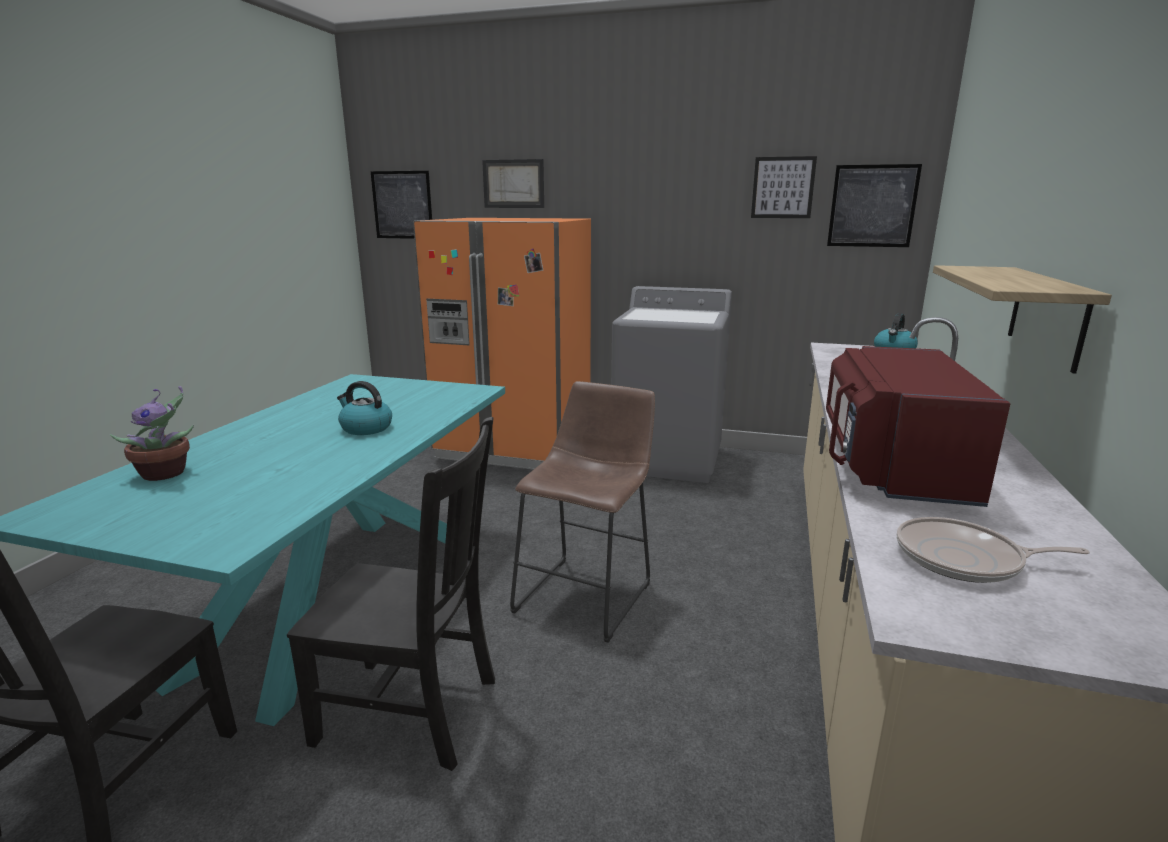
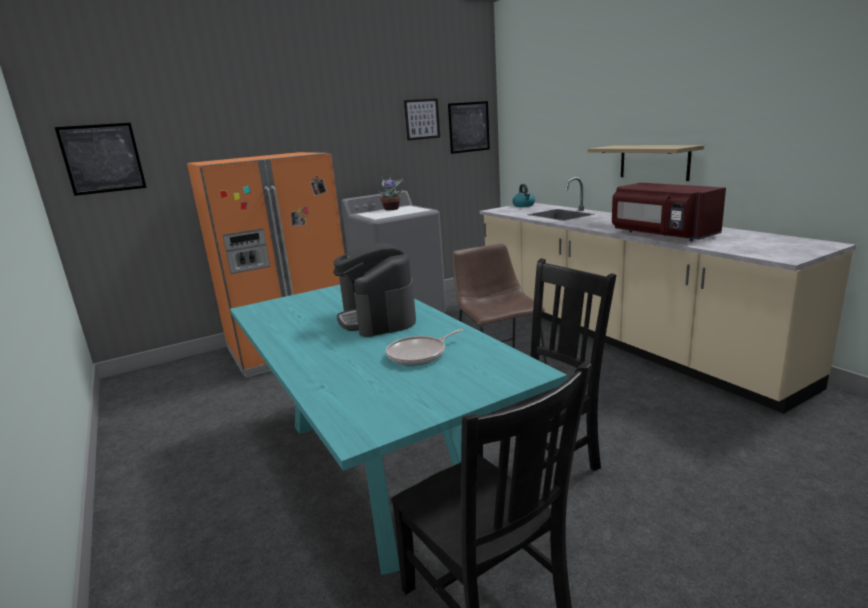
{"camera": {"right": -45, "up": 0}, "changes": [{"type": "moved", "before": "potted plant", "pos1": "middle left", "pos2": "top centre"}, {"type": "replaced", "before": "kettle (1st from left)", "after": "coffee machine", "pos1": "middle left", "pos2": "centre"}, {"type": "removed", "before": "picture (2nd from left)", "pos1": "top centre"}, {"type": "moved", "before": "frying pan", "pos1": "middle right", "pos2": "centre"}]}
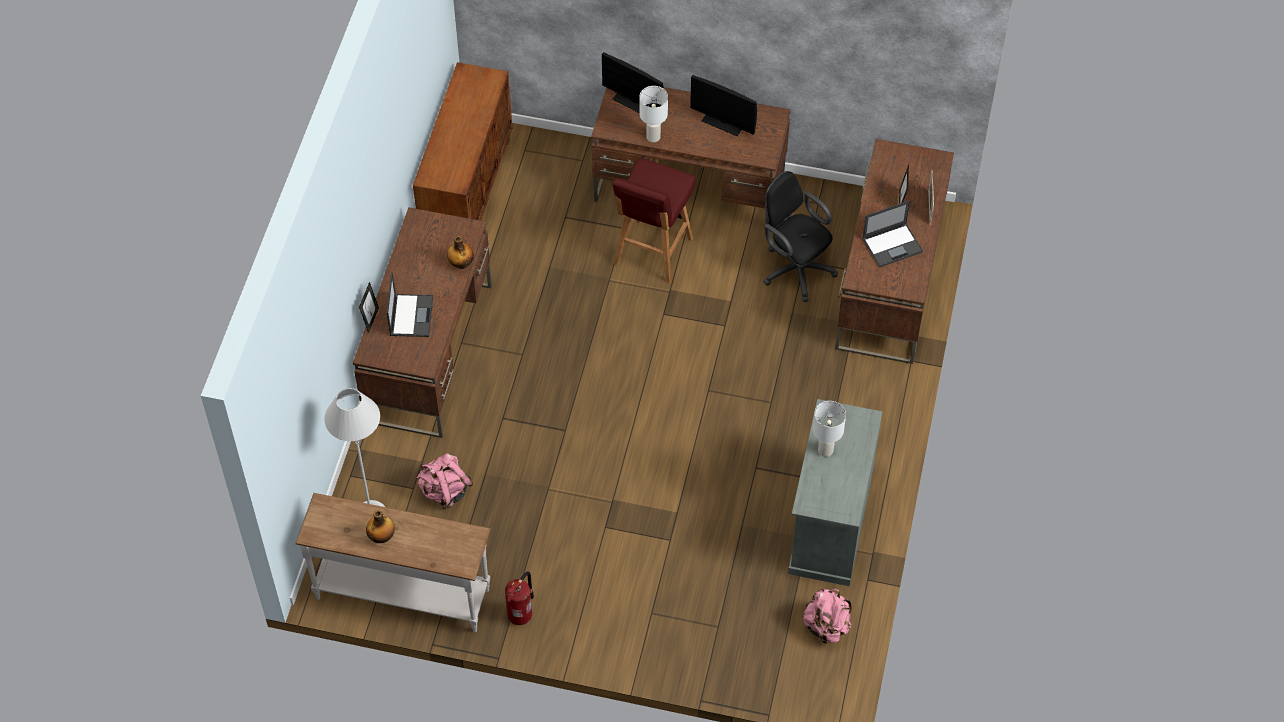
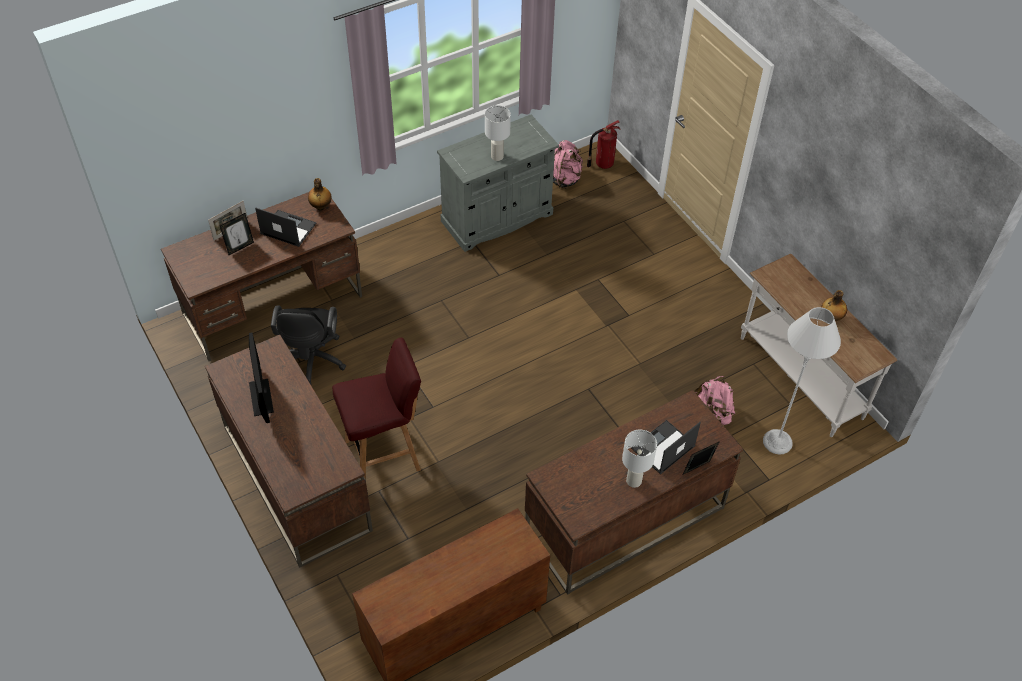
{"camera": {"right": -135, "up": -5}, "changes": [{"type": "moved", "before": "bottle (2nd from left in the first image)", "after": "bottle (1st from left)", "pos1": "centre", "pos2": "top left"}, {"type": "moved", "before": "fire extinguisher", "pos1": "bottom centre", "pos2": "top centre"}, {"type": "removed", "before": "monitor (1st from left)", "pos1": "top centre"}, {"type": "moved", "before": "table lamp (white) (1st from left in the first image)", "after": "table lamp (white) (2nd from left)", "pos1": "top centre", "pos2": "bottom centre"}]}
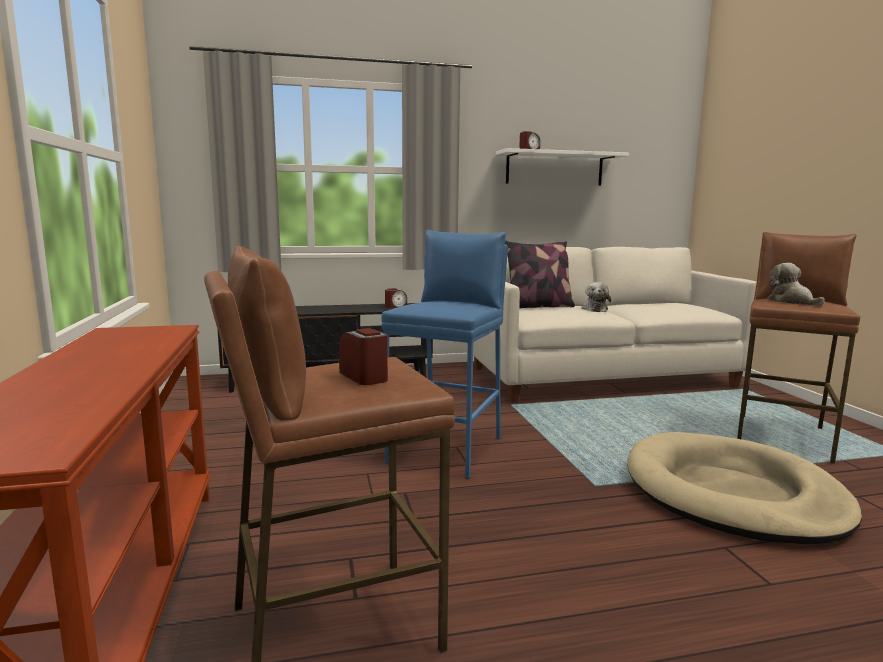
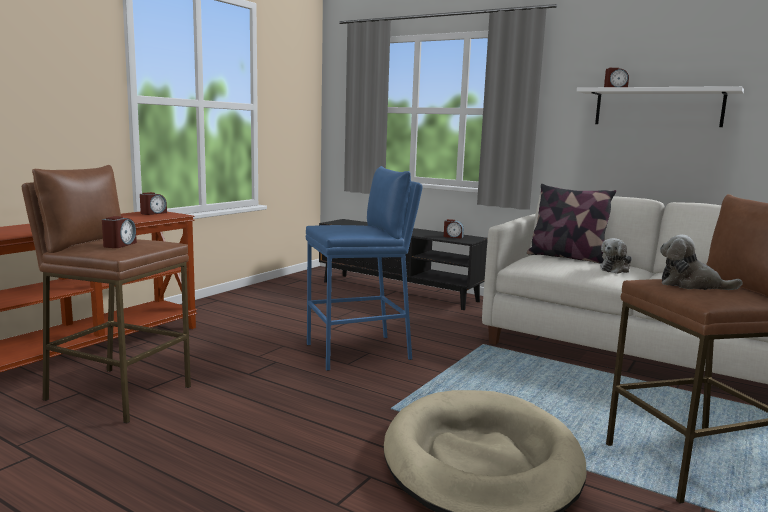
{"camera": {"right": 45, "up": 0}, "changes": [{"type": "turned", "before": "plush toy (2nd from left)", "pos1": "middle right", "pos2": "middle right", "turn": -90}, {"type": "added", "after": "alarm clock (2nd from left)", "pos2": "middle left"}]}
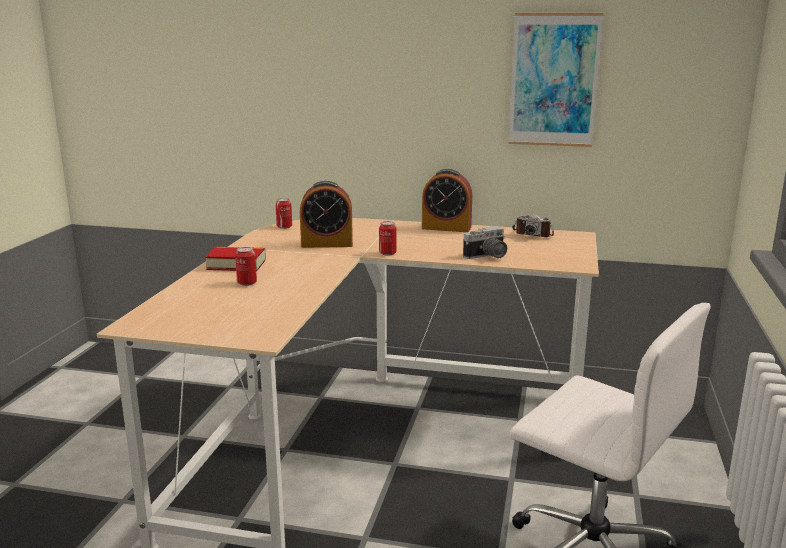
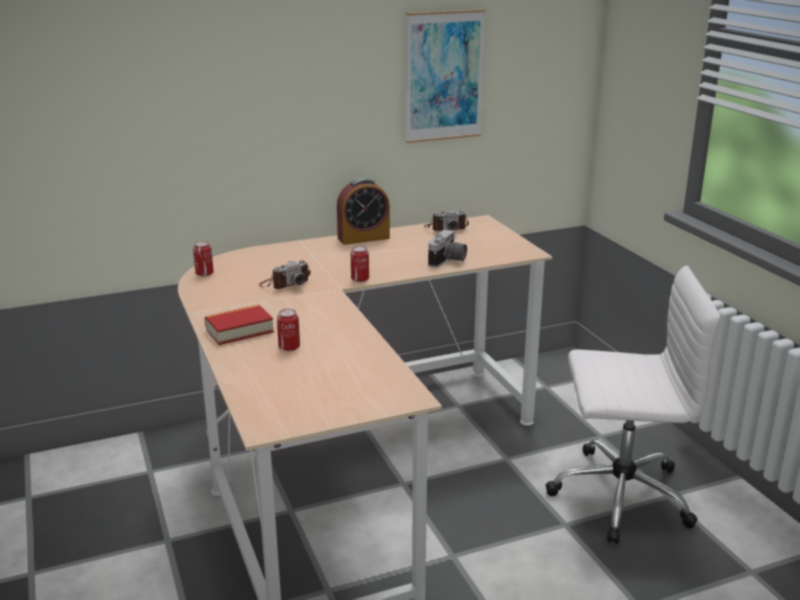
{"camera": {"right": -35, "up": 5}, "changes": [{"type": "replaced", "before": "alarm clock (1st from left)", "after": "photo camera (1st from left)", "pos1": "centre", "pos2": "centre"}]}
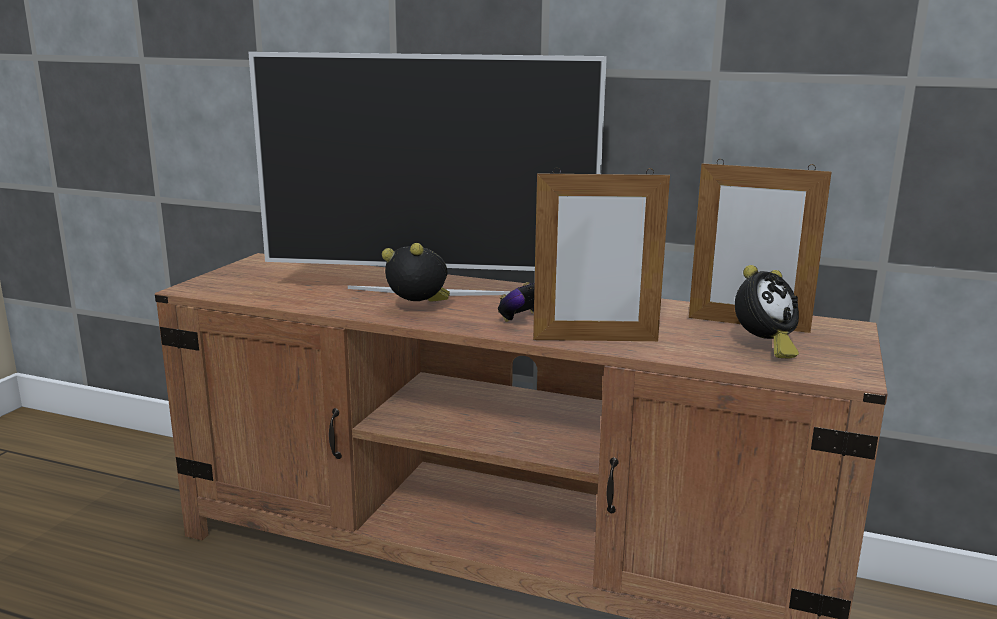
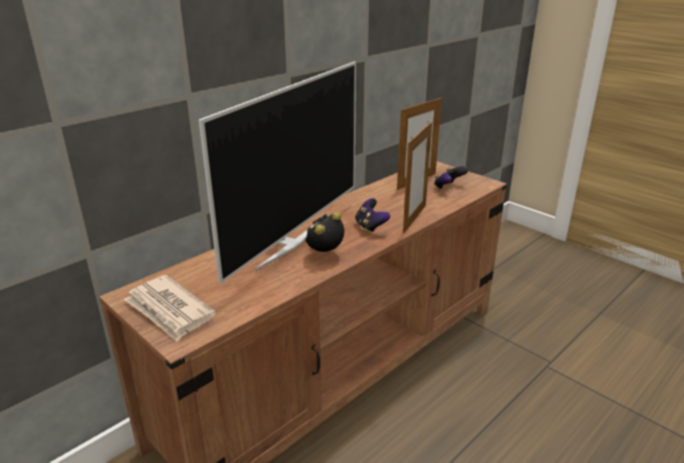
{"camera": {"right": -65, "up": 10}, "changes": [{"type": "replaced", "before": "alarm clock (2nd from left)", "after": "game controller (2nd from left)", "pos1": "middle right", "pos2": "centre"}, {"type": "added", "after": "newspaper", "pos2": "middle left"}]}
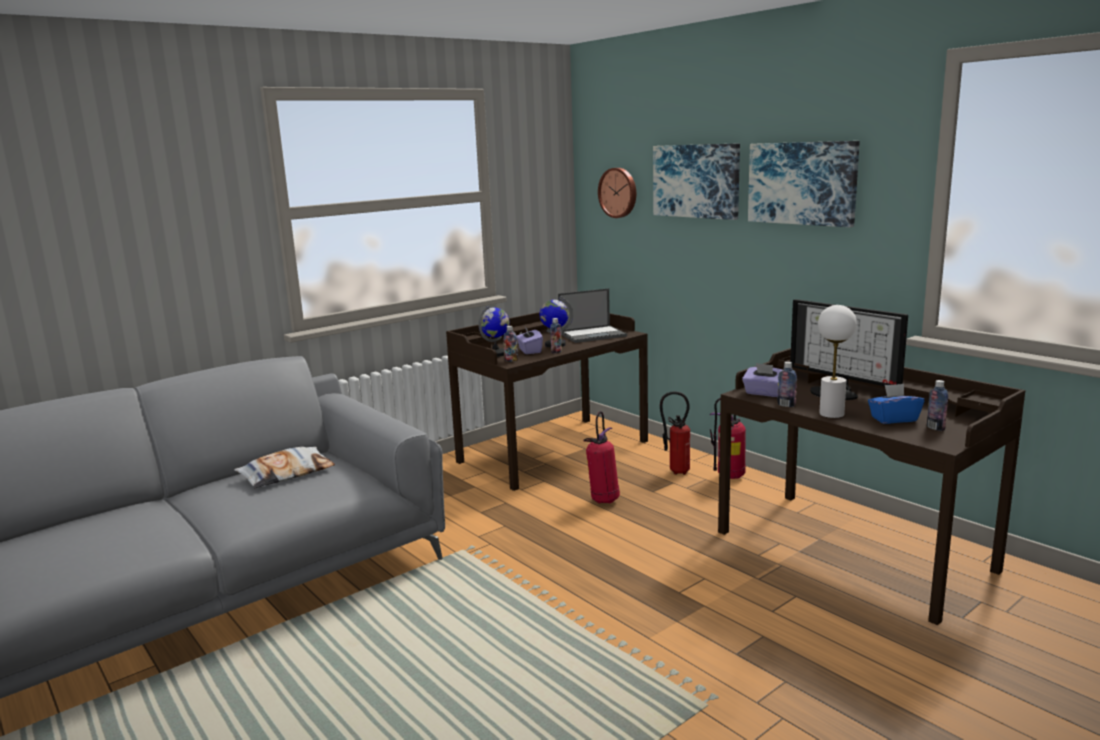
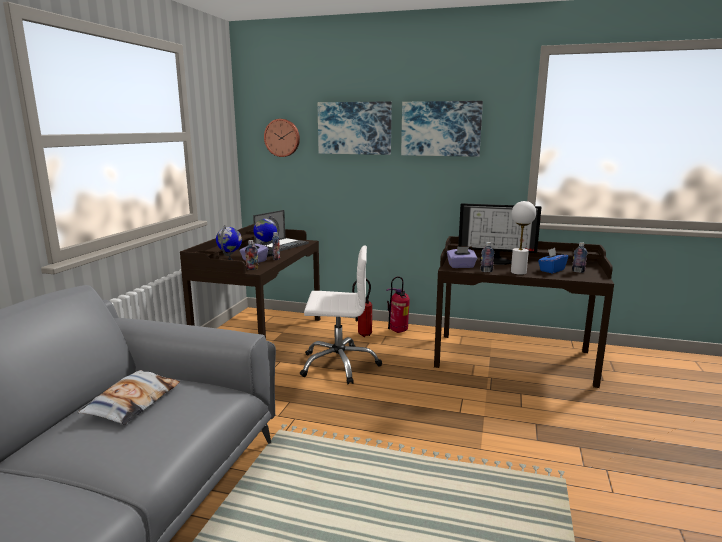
{"camera": {"right": -35, "up": 0}, "changes": [{"type": "replaced", "before": "fire extinguisher (1st from left)", "after": "office chair (white)", "pos1": "centre", "pos2": "centre"}]}
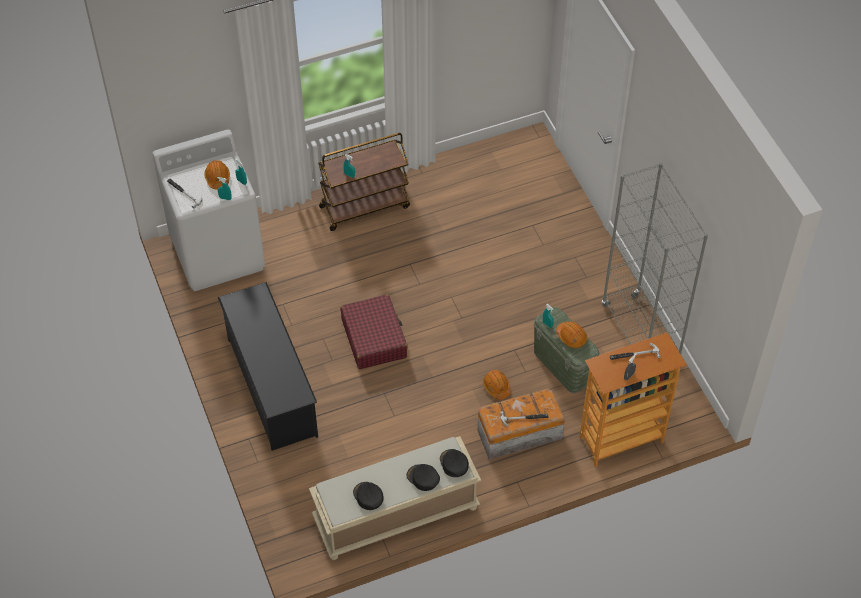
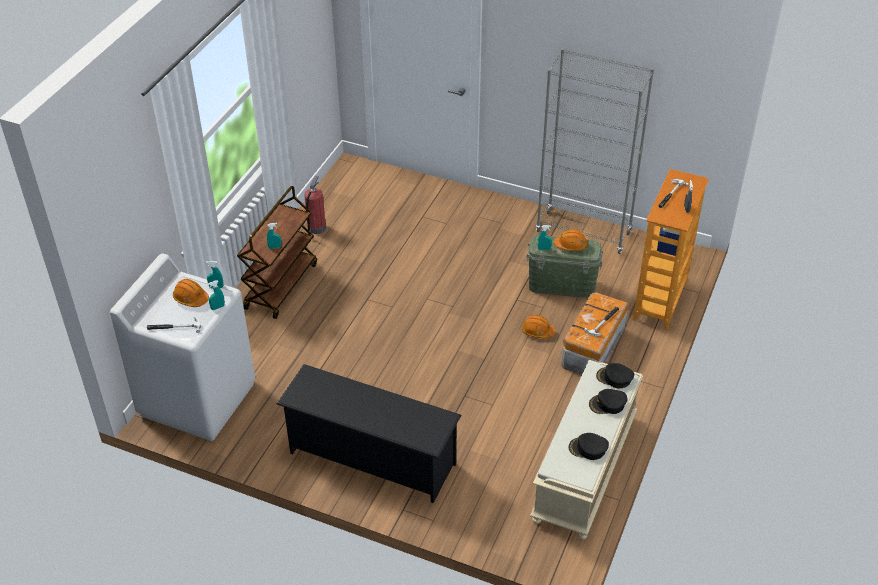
{"camera": {"right": -45, "up": -10}, "changes": [{"type": "removed", "before": "suitcase (red)", "pos1": "centre"}, {"type": "added", "after": "fire extinguisher", "pos2": "centre"}]}
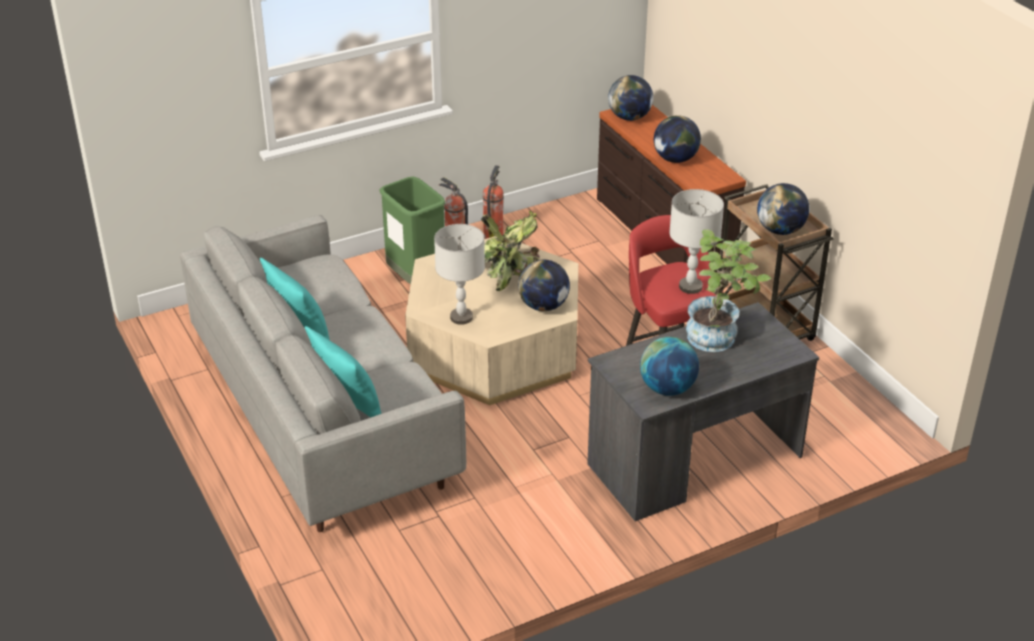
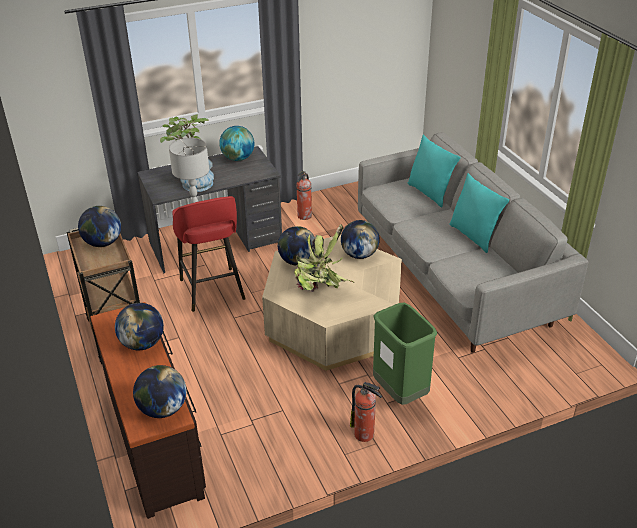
{"camera": {"right": -175, "up": 0}, "changes": [{"type": "replaced", "before": "table lamp (grey) (1st from left)", "after": "globe (6th from left)", "pos1": "centre", "pos2": "centre"}, {"type": "moved", "before": "fire extinguisher (2nd from left in the first image)", "after": "fire extinguisher (1st from left)", "pos1": "top centre", "pos2": "centre"}]}
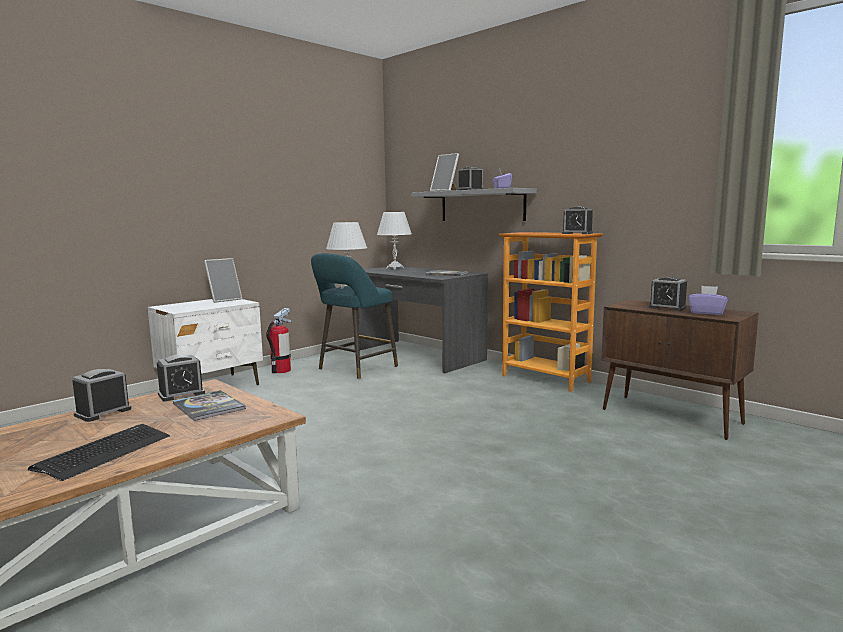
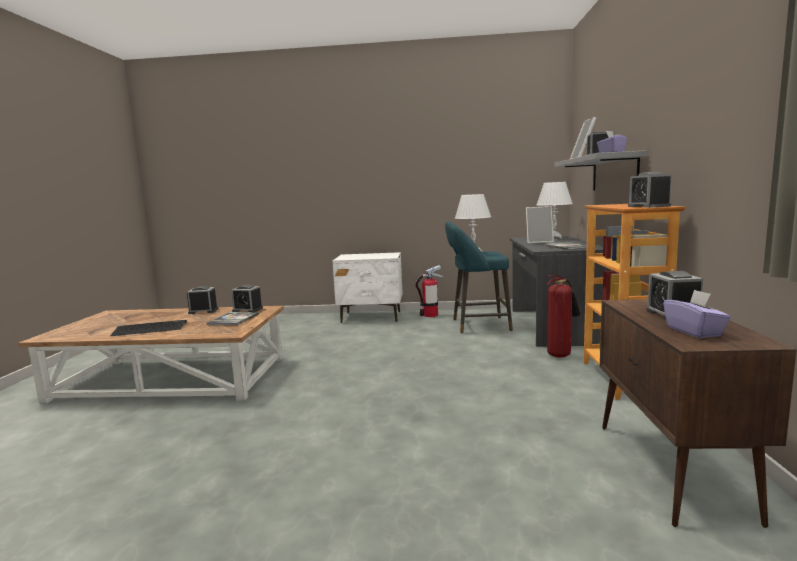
{"camera": {"right": 50, "up": 0}, "changes": [{"type": "moved", "before": "picture frame (1st from left)", "pos1": "middle left", "pos2": "middle right"}, {"type": "added", "after": "fire extinguisher (2nd from left)", "pos2": "middle right"}]}
